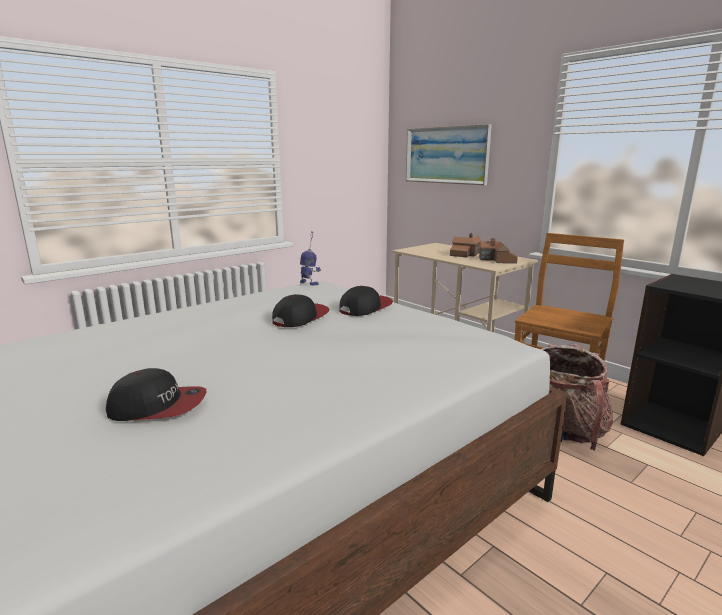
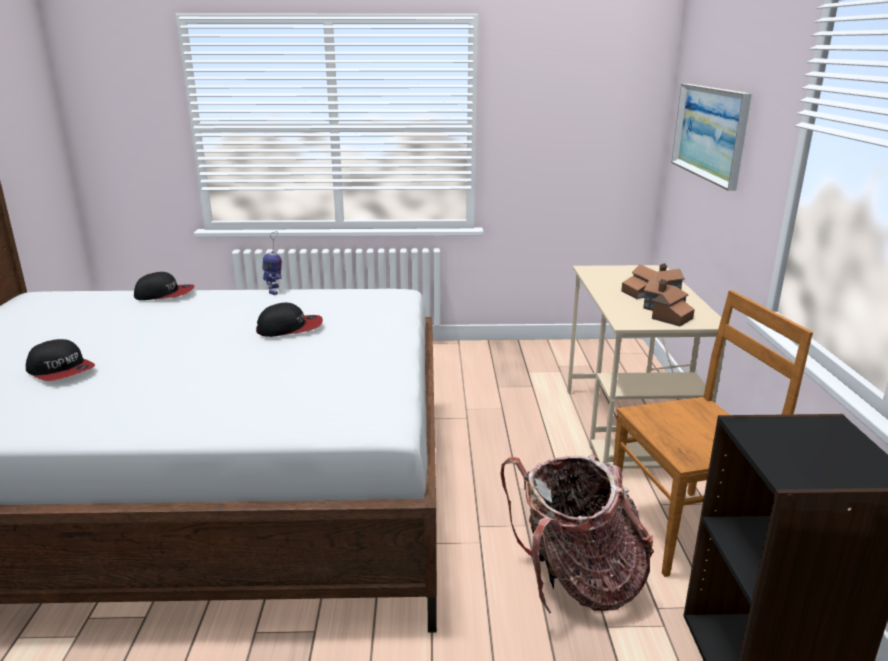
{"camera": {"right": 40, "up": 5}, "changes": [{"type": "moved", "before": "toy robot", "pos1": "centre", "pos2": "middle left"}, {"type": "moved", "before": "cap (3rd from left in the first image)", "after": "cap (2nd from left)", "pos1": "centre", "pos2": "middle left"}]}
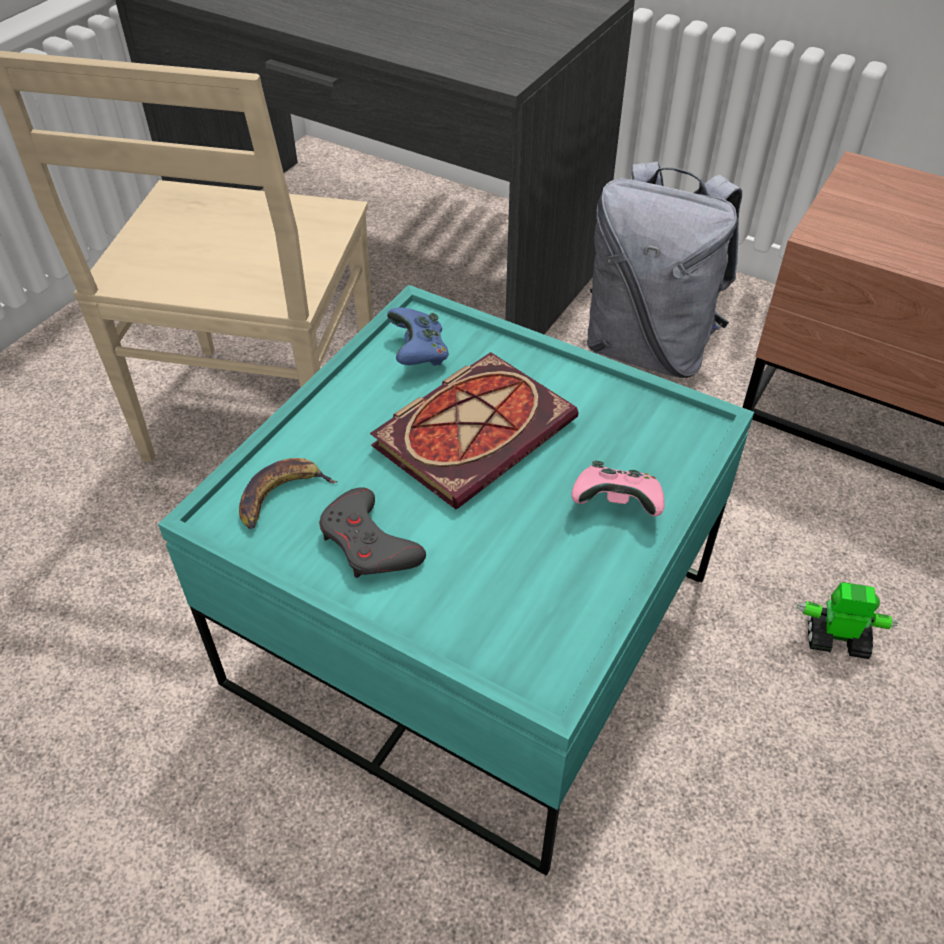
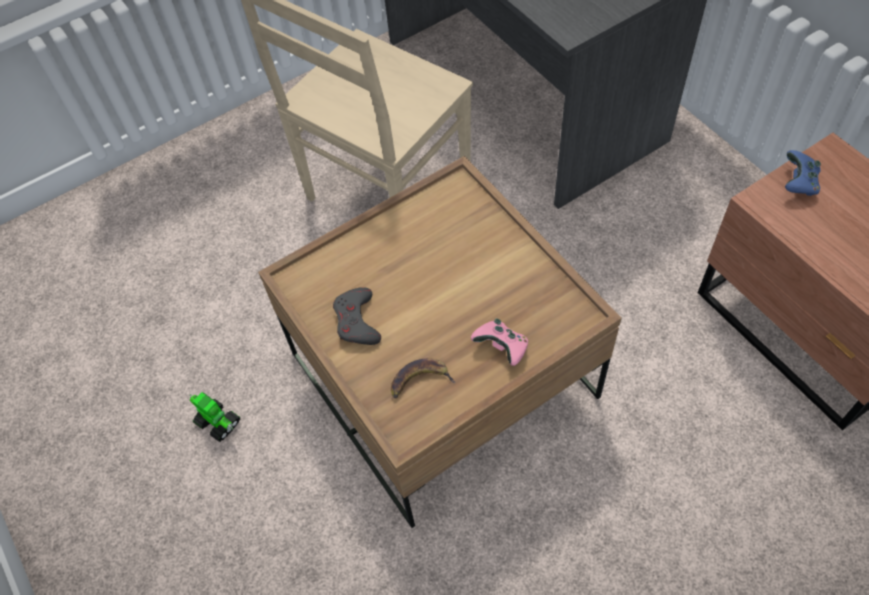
{"camera": {"right": 30, "up": 10}, "changes": [{"type": "recoloured", "before": "coffee table (turquoise)", "after": "coffee table (brown)", "pos1": "centre", "pos2": "centre"}, {"type": "moved", "before": "banana", "pos1": "middle left", "pos2": "centre"}, {"type": "removed", "before": "book", "pos1": "centre"}, {"type": "moved", "before": "game controller (blue)", "pos1": "centre", "pos2": "top right"}, {"type": "removed", "before": "backpack (grey)", "pos1": "top right"}, {"type": "moved", "before": "toy robot", "pos1": "middle right", "pos2": "bottom left"}]}
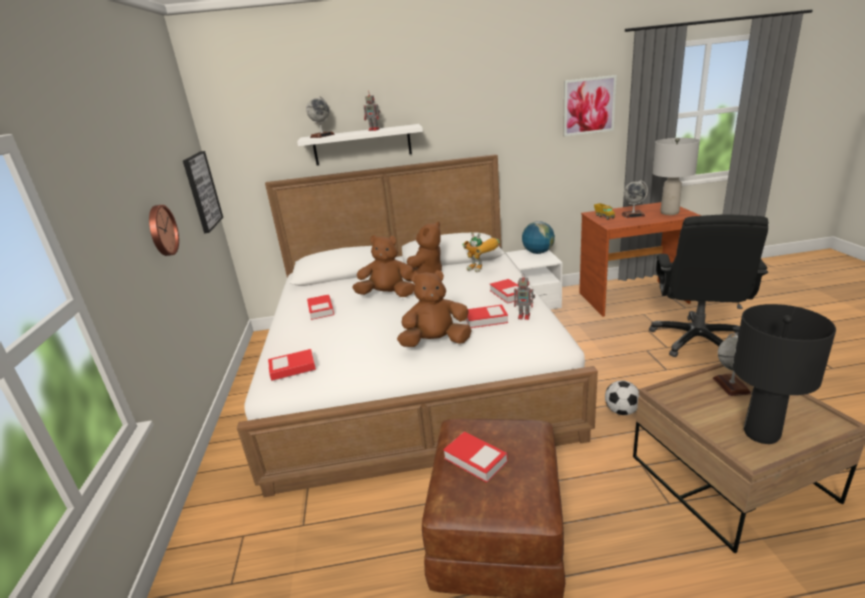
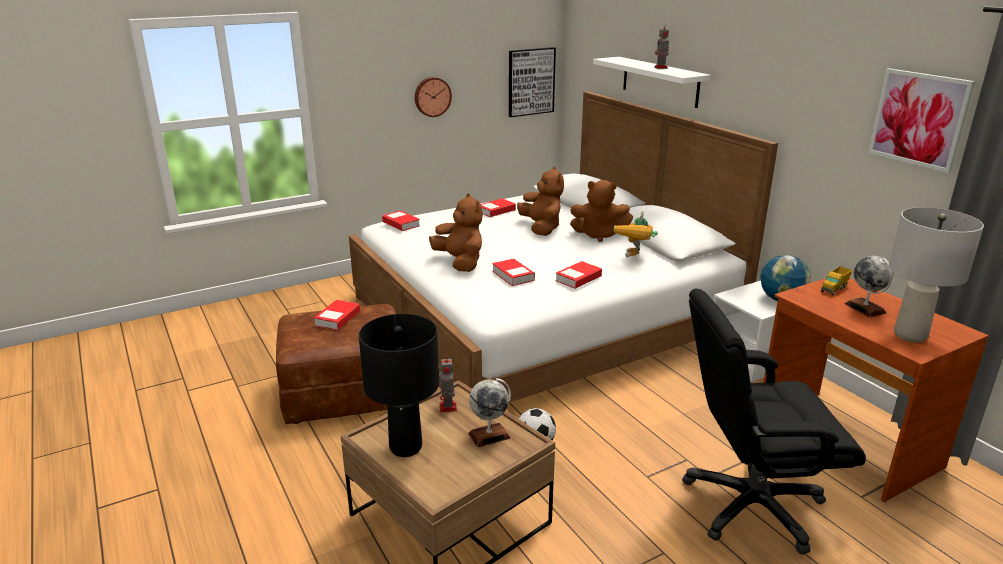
{"camera": {"right": 65, "up": 0}, "changes": [{"type": "removed", "before": "globe (1st from left)", "pos1": "top centre"}, {"type": "moved", "before": "toy robot (3rd from left in the first image)", "after": "toy robot (1st from left)", "pos1": "centre", "pos2": "bottom centre"}]}
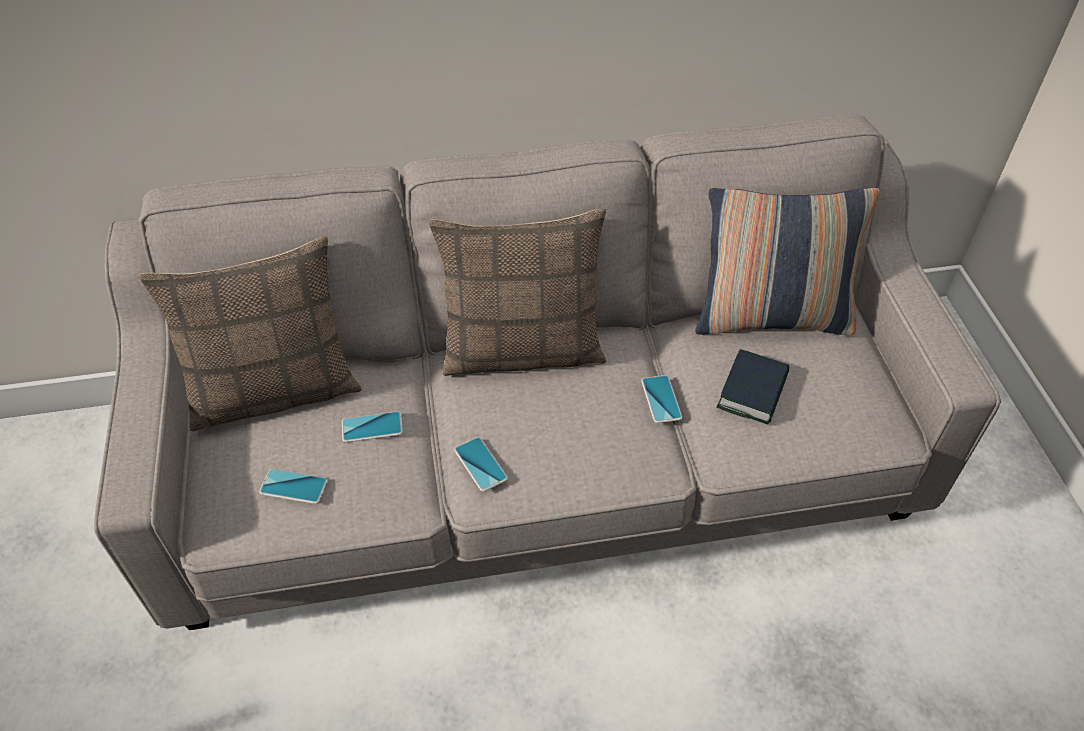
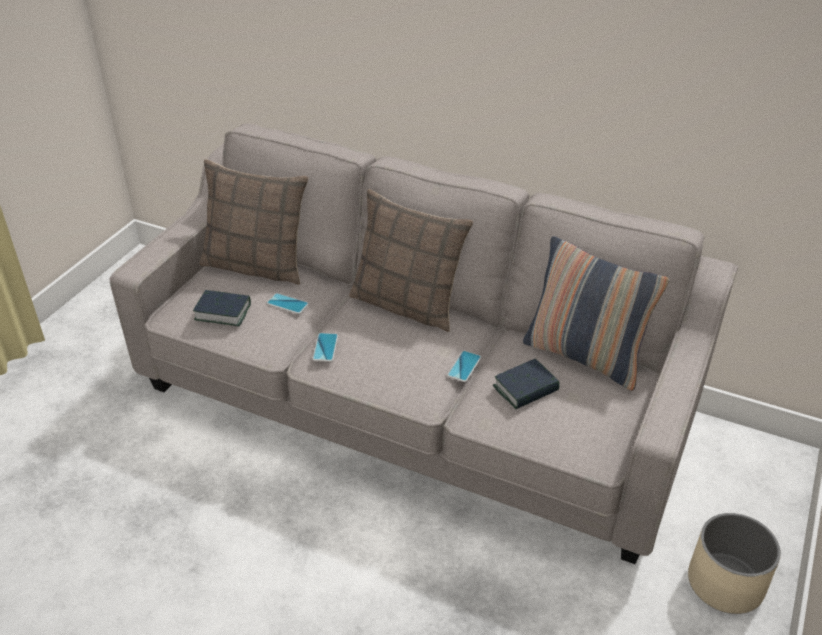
{"camera": {"right": 35, "up": -10}, "changes": [{"type": "replaced", "before": "phone (1st from left)", "after": "book (1st from left)", "pos1": "middle left", "pos2": "middle left"}, {"type": "added", "after": "planter (beige)", "pos2": "bottom right"}]}
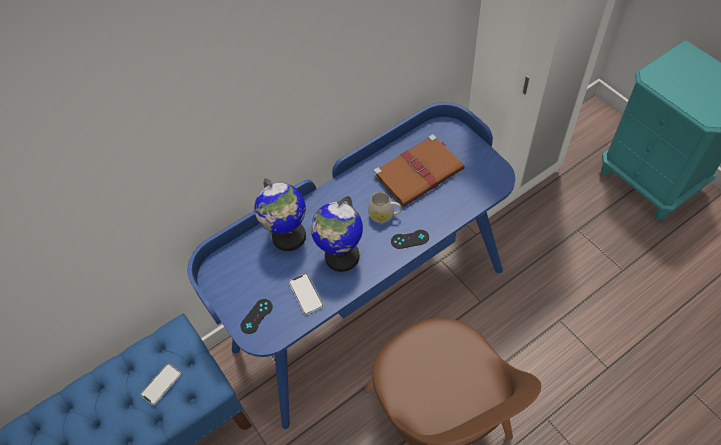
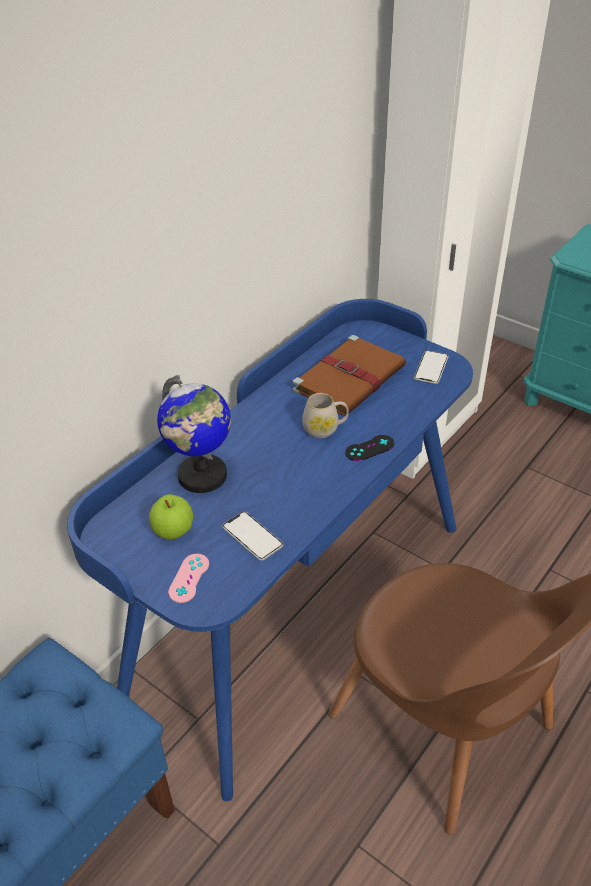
{"camera": {"right": -20, "up": -15}, "changes": [{"type": "moved", "before": "phone (1st from left in the first image)", "after": "phone (2nd from left)", "pos1": "bottom left", "pos2": "middle right"}, {"type": "recoloured", "before": "game controller (black) (1st from left)", "after": "game controller (pink)", "pos1": "bottom centre", "pos2": "middle left"}, {"type": "removed", "before": "globe (2nd from left)", "pos1": "centre"}, {"type": "added", "after": "apple", "pos2": "middle left"}]}
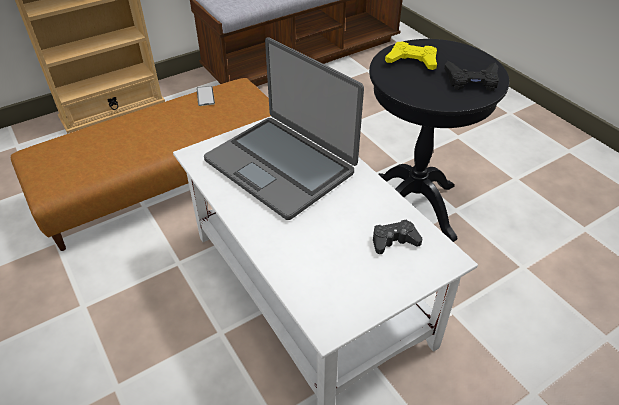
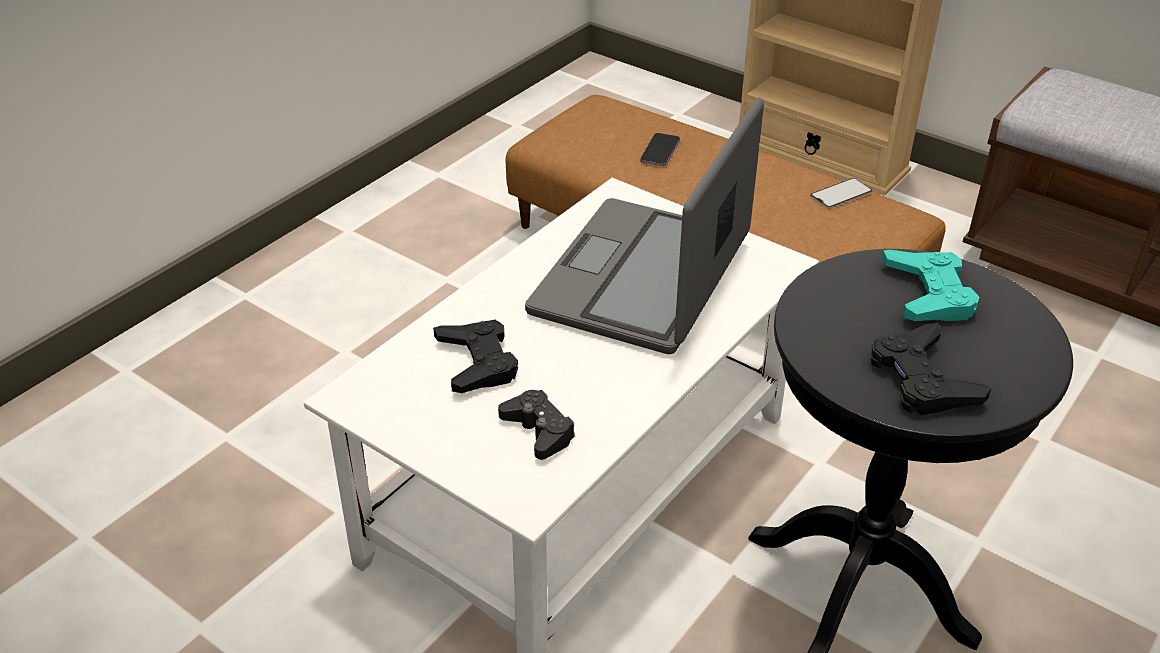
{"camera": {"right": 70, "up": -5}, "changes": [{"type": "recoloured", "before": "game controller (yellow)", "after": "game controller (turquoise)", "pos1": "top centre", "pos2": "middle right"}, {"type": "added", "after": "game controller (black) (1st from left)", "pos2": "centre"}, {"type": "added", "after": "phone (1st from left)", "pos2": "top centre"}]}
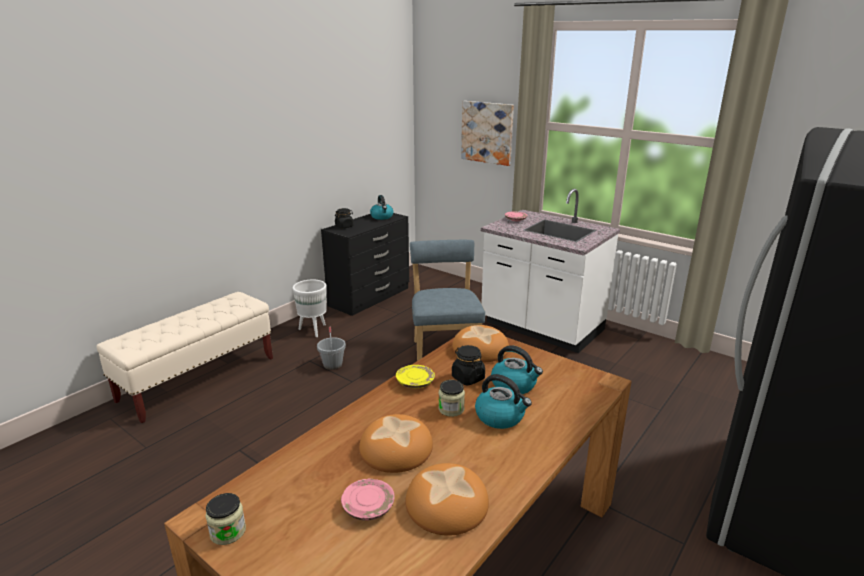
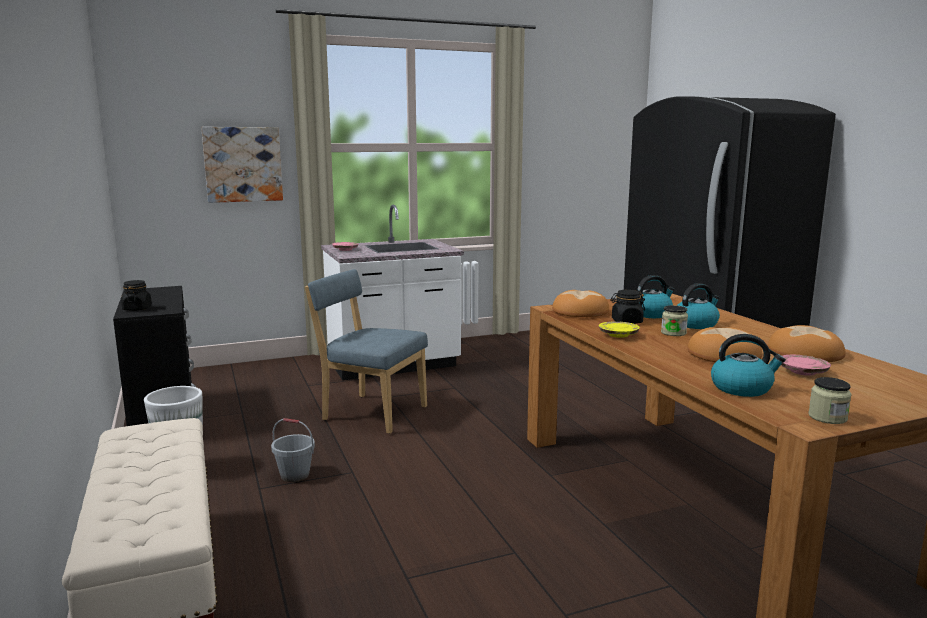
{"camera": {"right": -60, "up": -10}, "changes": [{"type": "moved", "before": "kettle (1st from left in the first image)", "after": "kettle (3rd from left)", "pos1": "centre", "pos2": "middle right"}]}
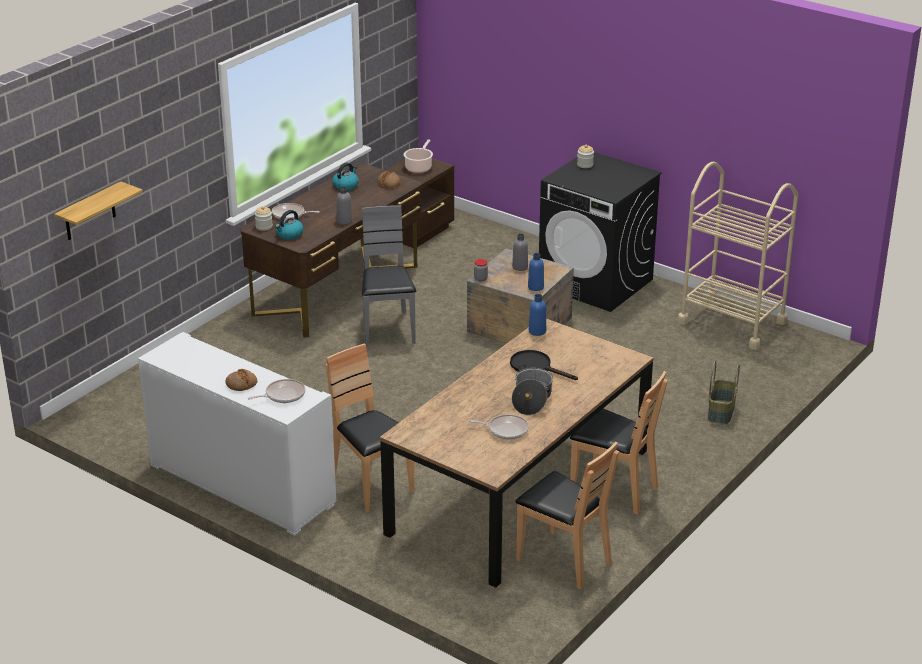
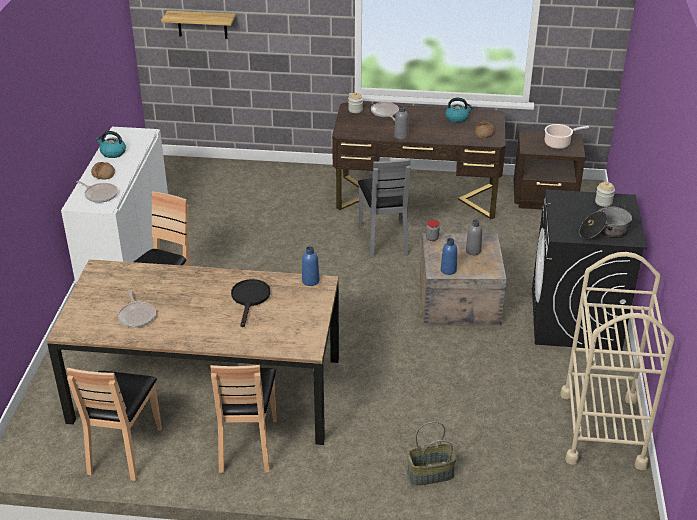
{"camera": {"right": 60, "up": 5}, "changes": [{"type": "moved", "before": "kettle (1st from left)", "pos1": "middle left", "pos2": "top left"}, {"type": "turned", "before": "chair (grey)", "pos1": "centre", "pos2": "centre", "turn": 120}, {"type": "moved", "before": "cooking pot (2nd from left)", "pos1": "centre", "pos2": "middle right"}]}
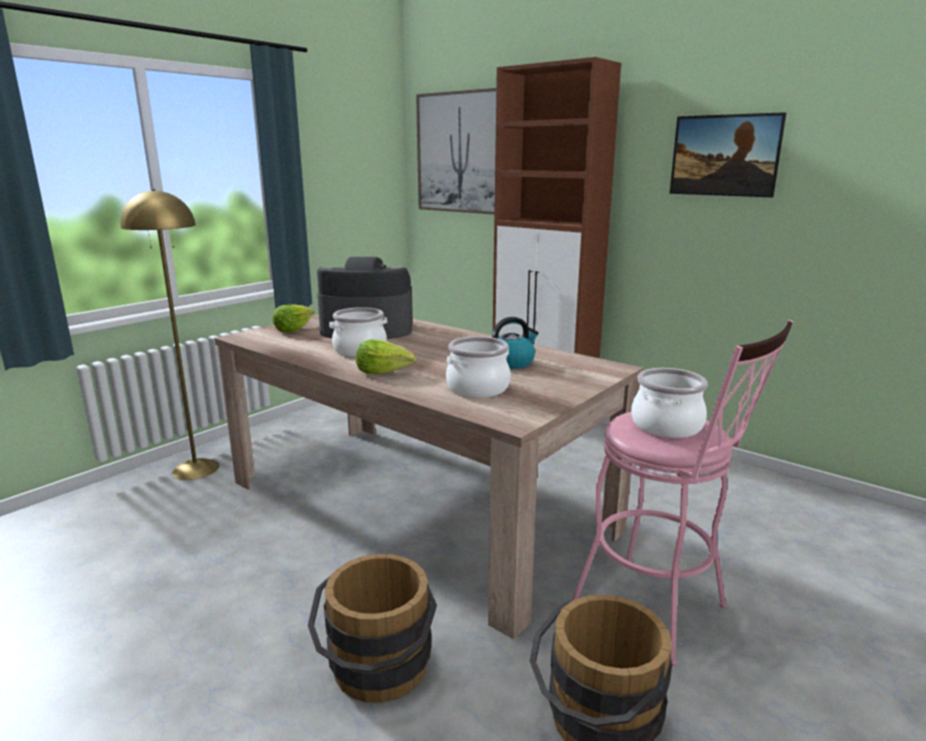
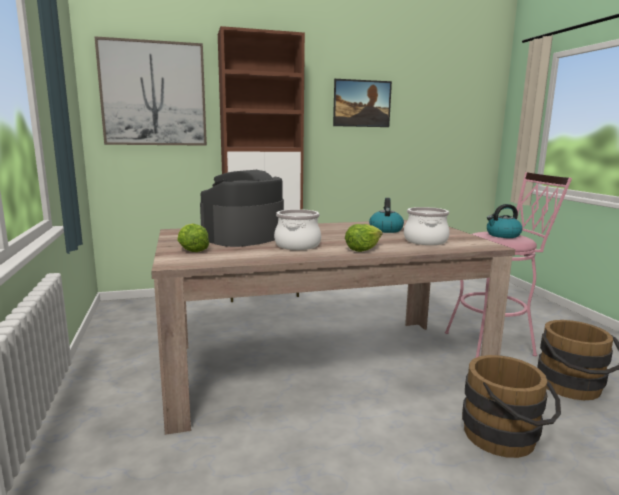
{"camera": {"right": -55, "up": -5}, "changes": [{"type": "removed", "before": "floor lamp (yellow)", "pos1": "middle left"}, {"type": "replaced", "before": "cooking pot (3rd from left)", "after": "kettle (2nd from left)", "pos1": "middle right", "pos2": "middle right"}]}
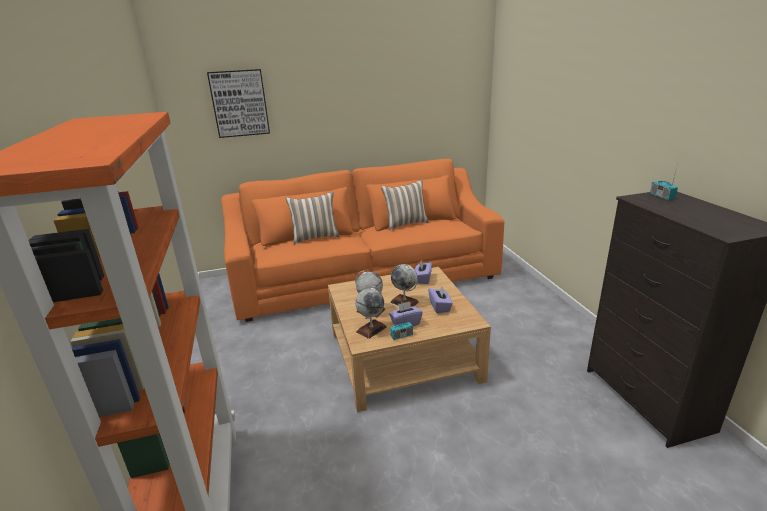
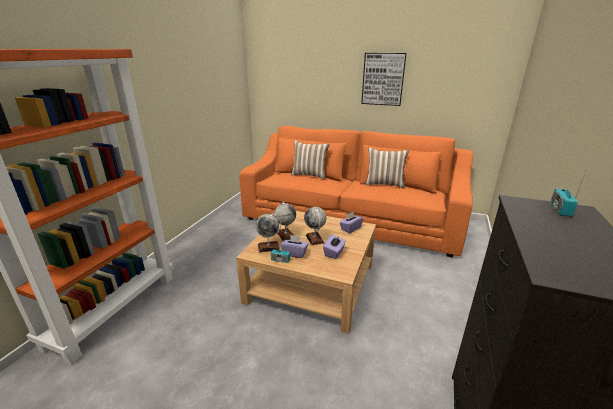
{"camera": {"right": 35, "up": 0}, "changes": [{"type": "moved", "before": "picture", "pos1": "top left", "pos2": "top centre"}]}
